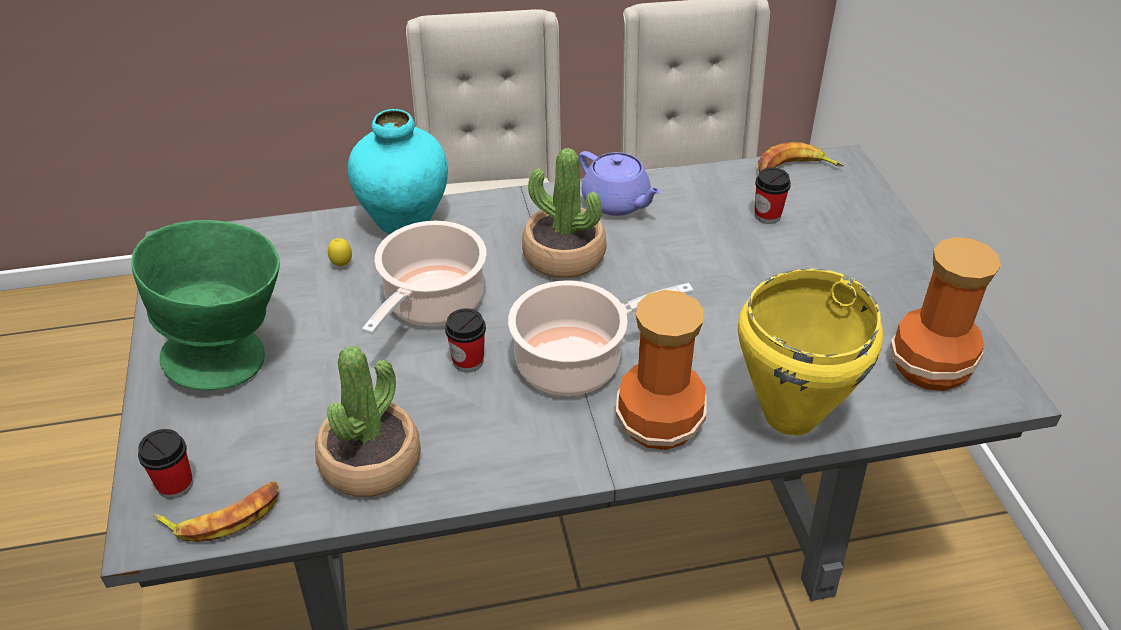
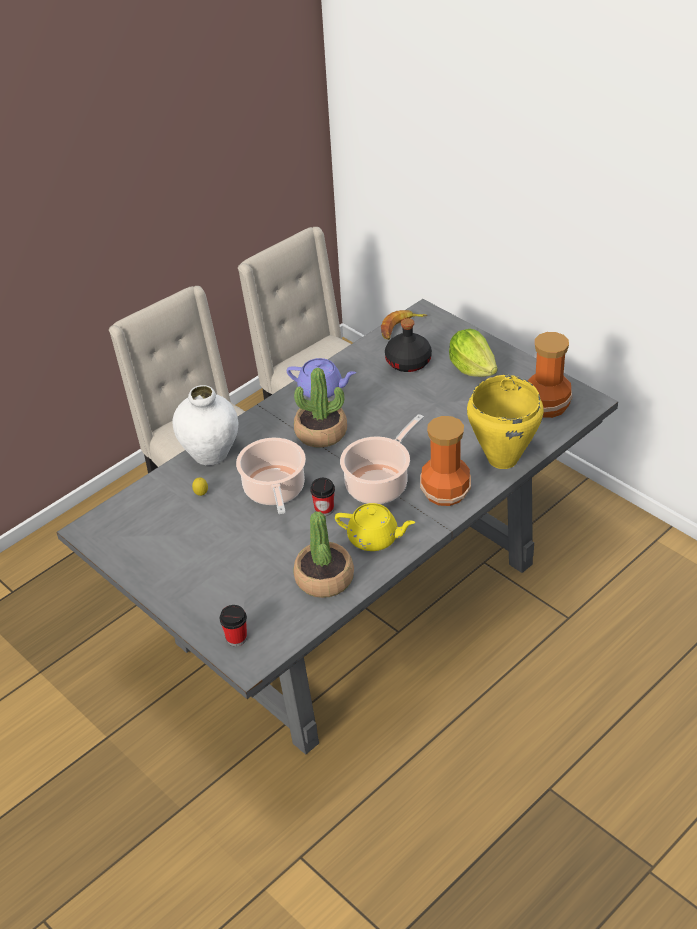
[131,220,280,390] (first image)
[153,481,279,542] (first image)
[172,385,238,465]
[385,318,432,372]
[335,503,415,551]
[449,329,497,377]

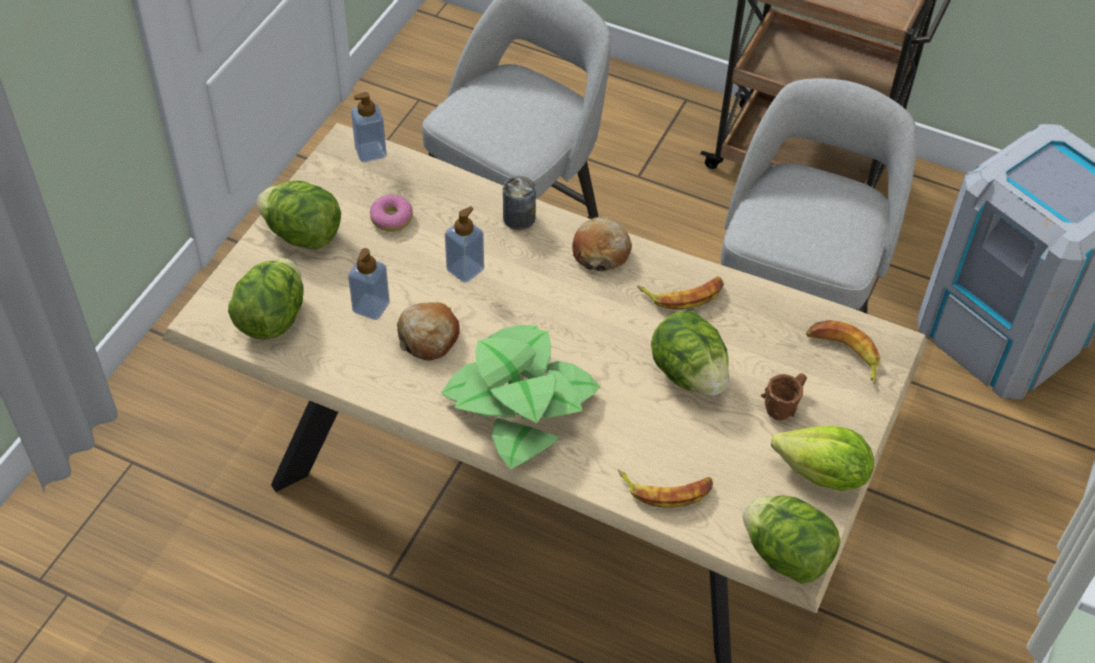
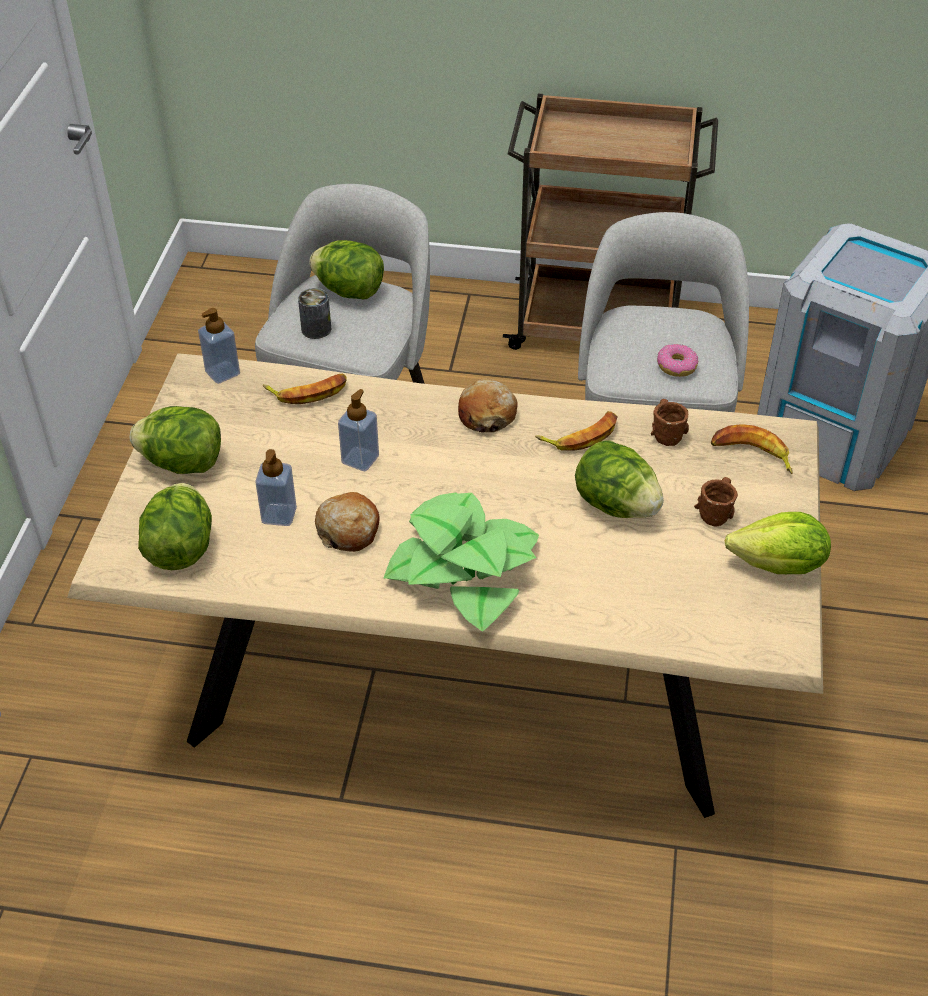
[657,344,698,377]
[298,288,331,339]
[263,374,347,404]
[309,240,384,299]
[651,399,689,446]

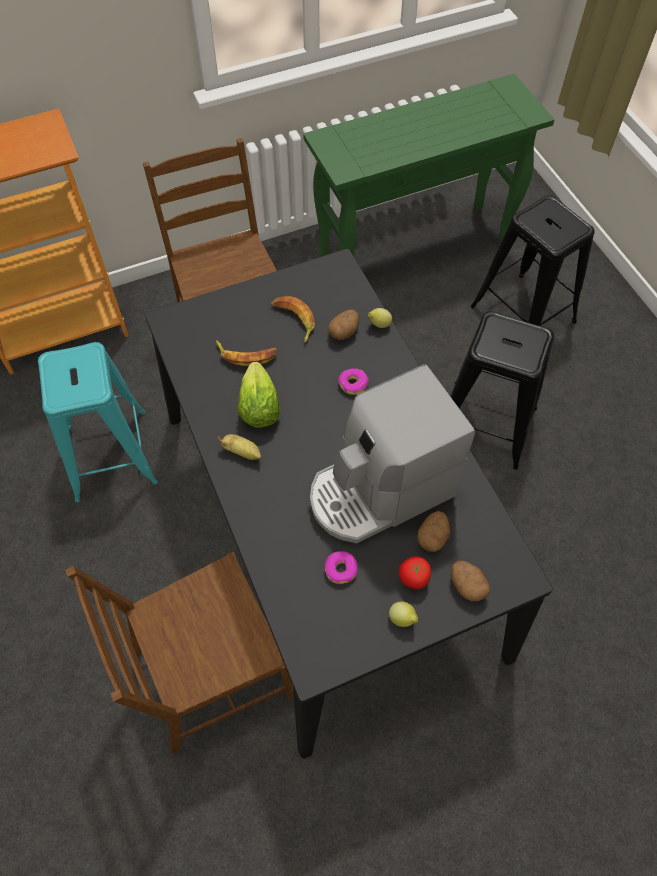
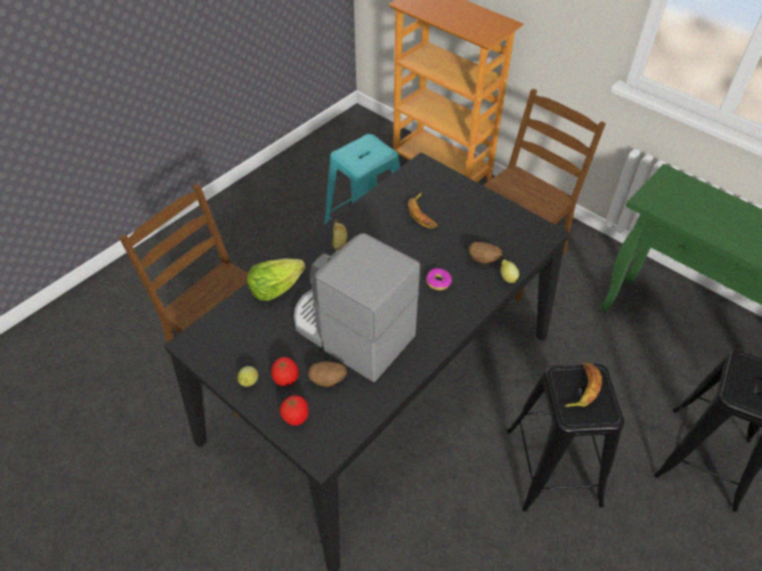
[247,258,306,301]
[565,363,602,407]
[325,551,358,584] (first image)
[280,395,309,426]

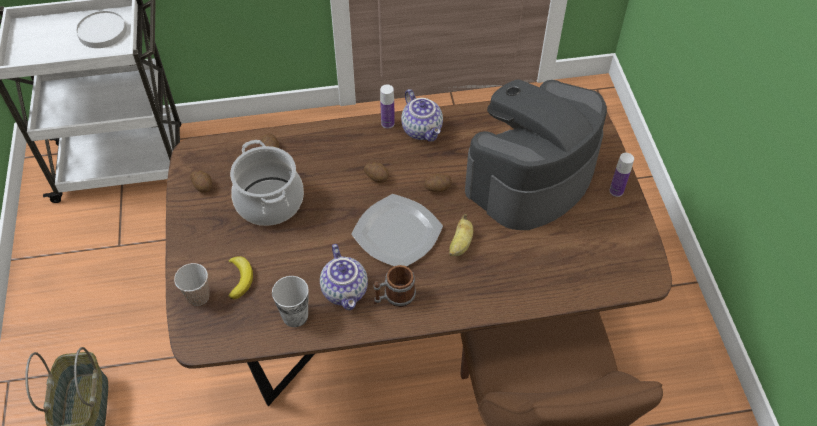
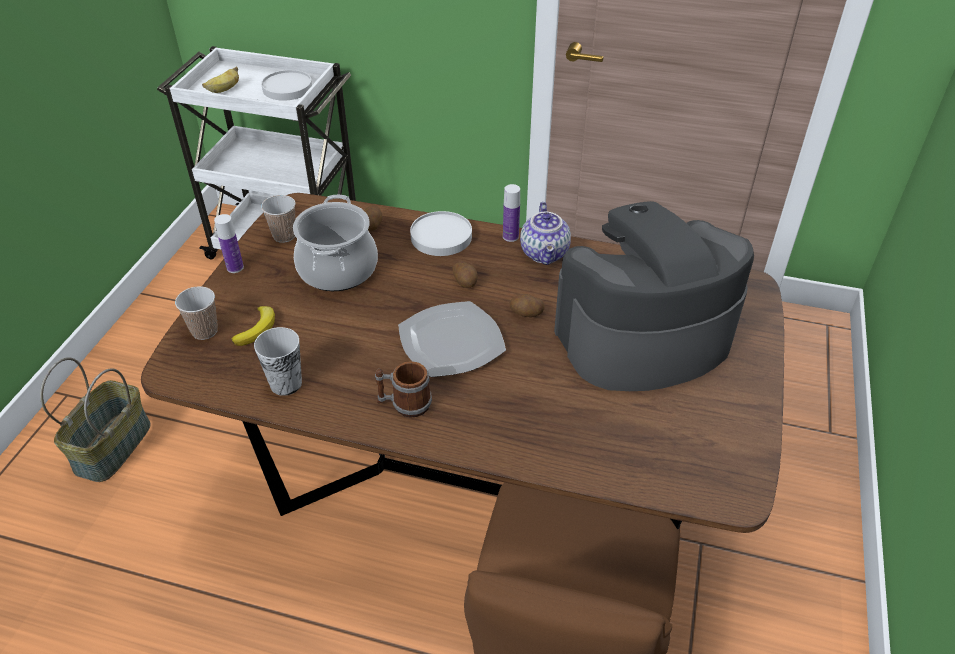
[261,195,296,243]
[320,244,368,310] (first image)
[202,66,239,93]
[214,214,244,273]
[410,211,472,256]

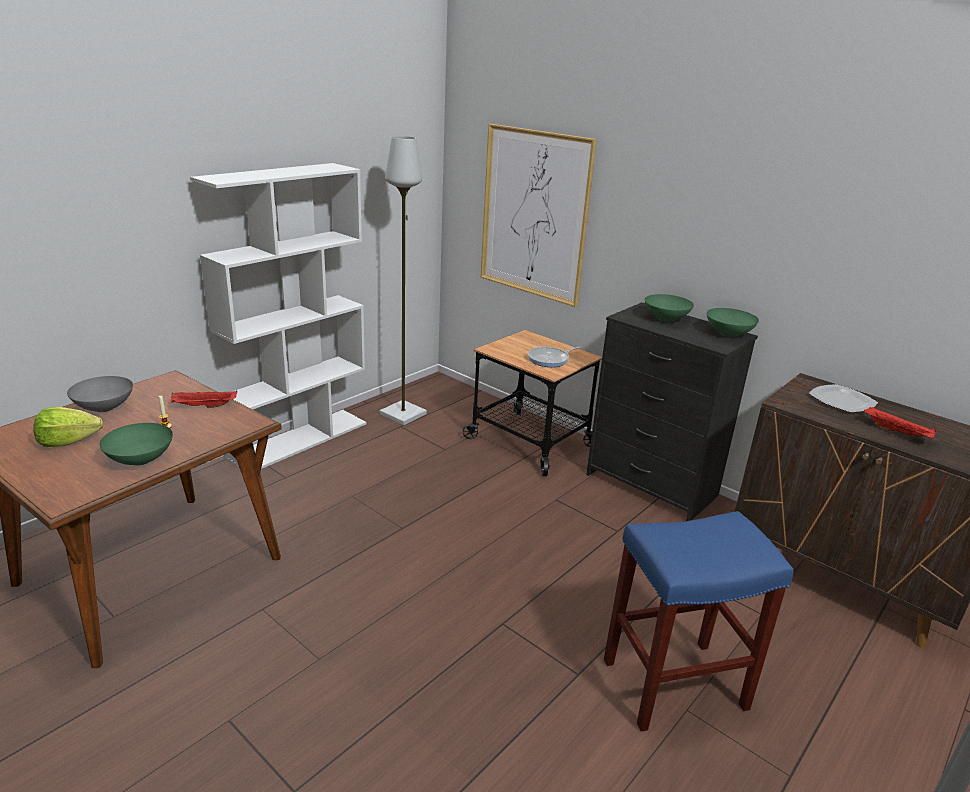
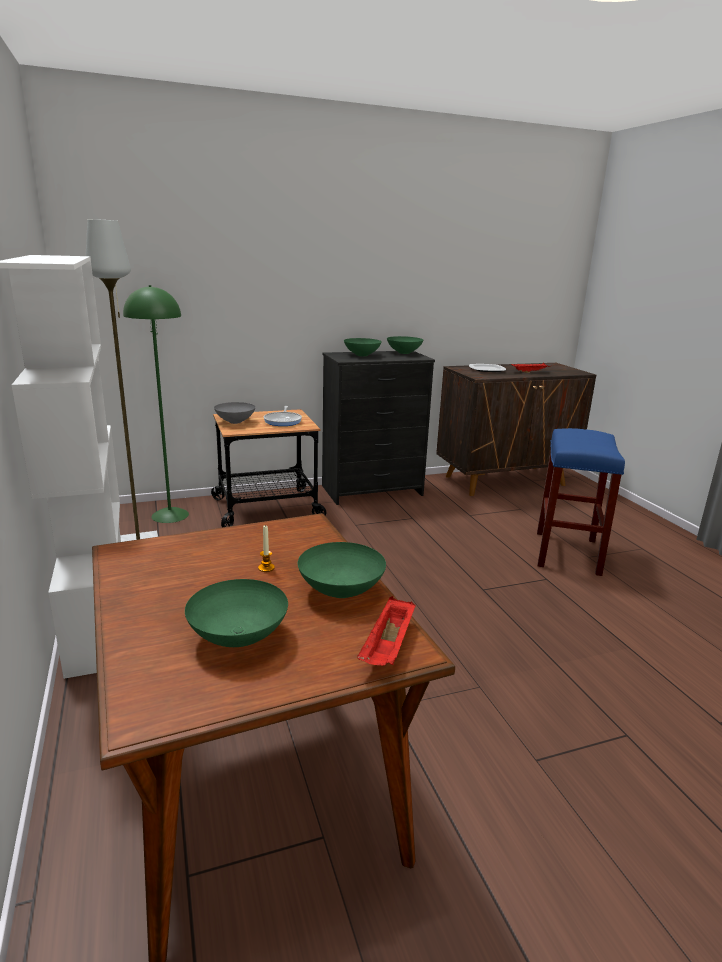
[185,579,288,647]
[214,402,255,424]
[357,596,416,666]
[481,124,597,307] (first image)
[123,285,189,523]

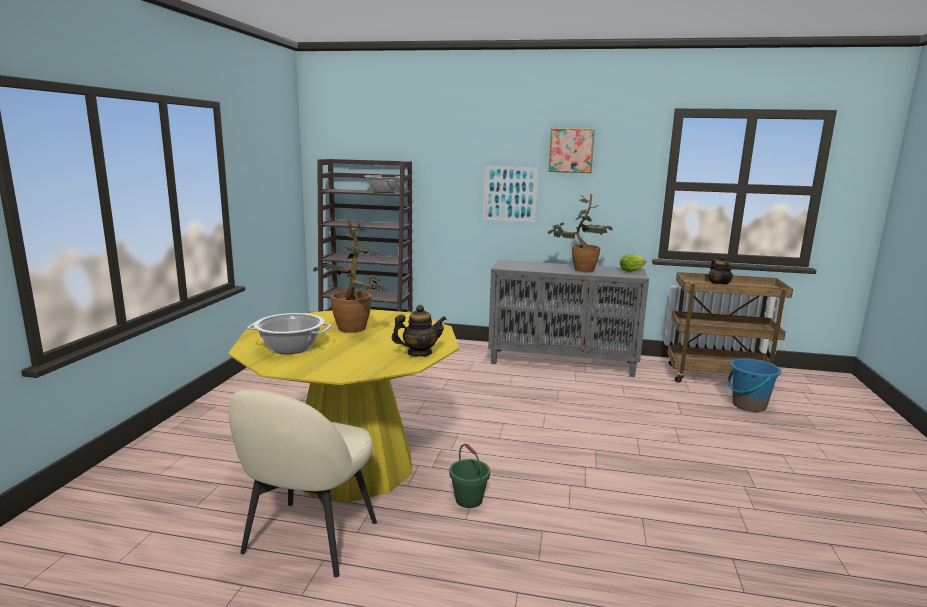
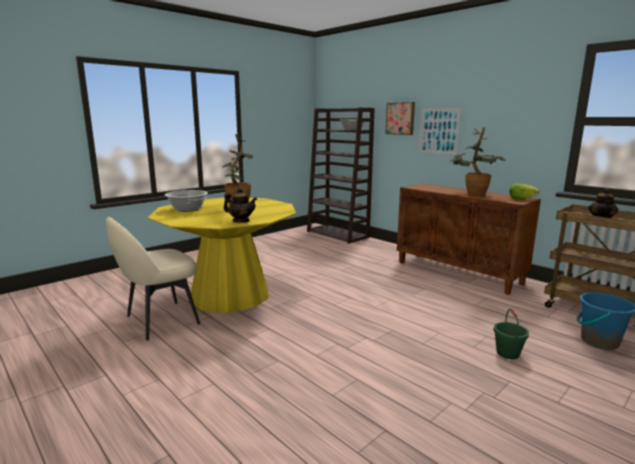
[494,309,529,359]
[397,184,541,295]
[385,102,415,135]

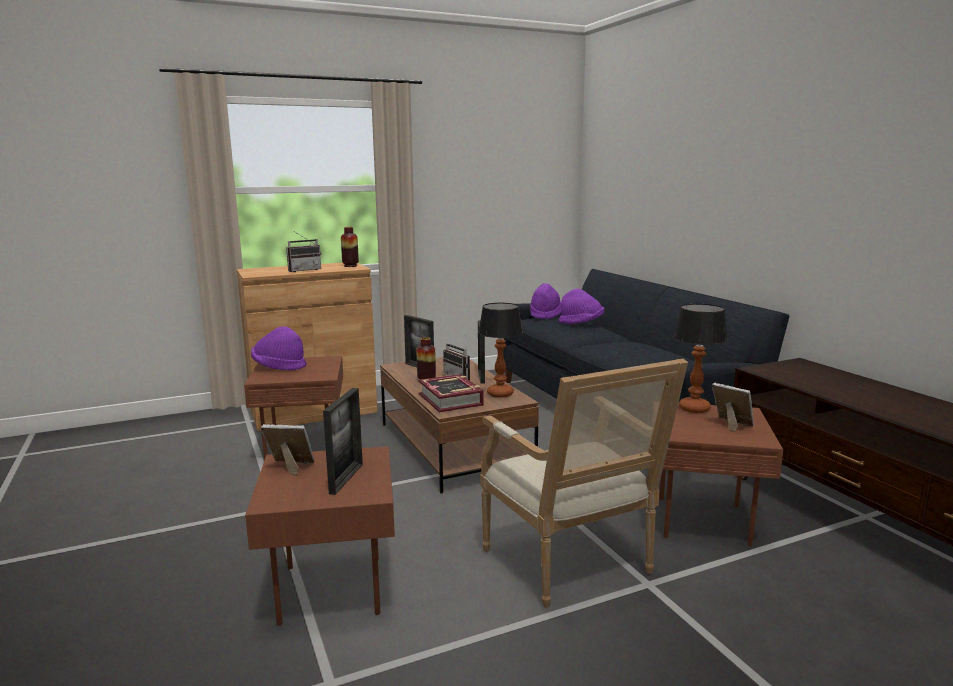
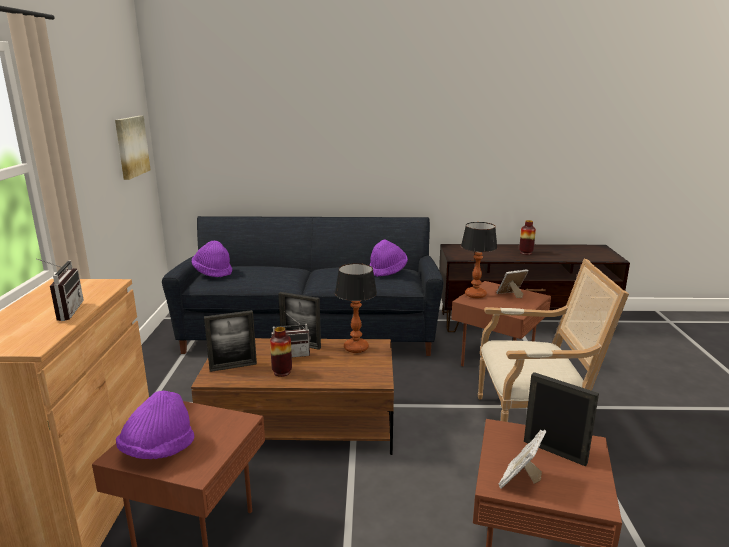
[519,220,536,255]
[418,374,484,413] (first image)
[370,240,408,277]
[115,116,151,180]

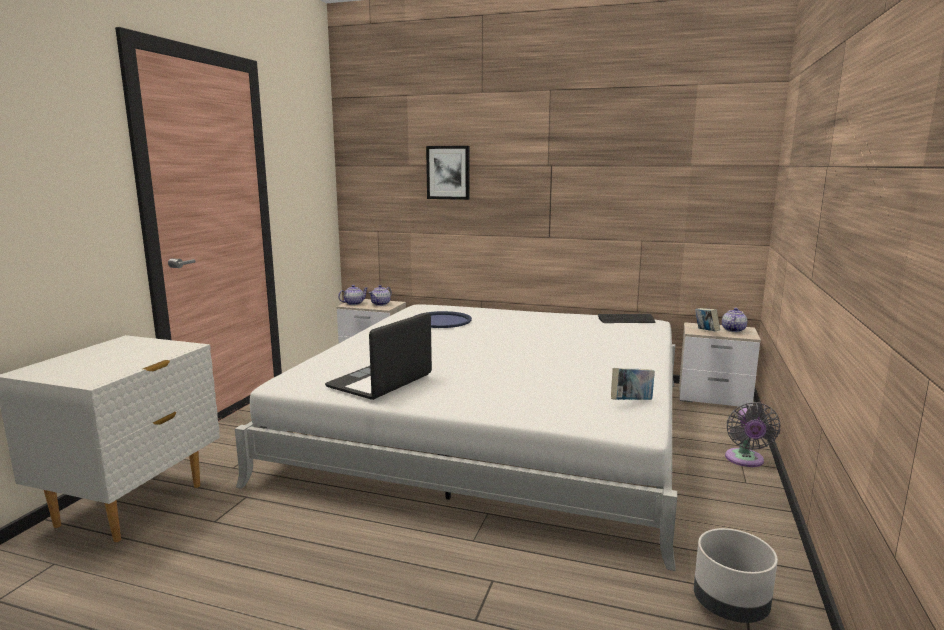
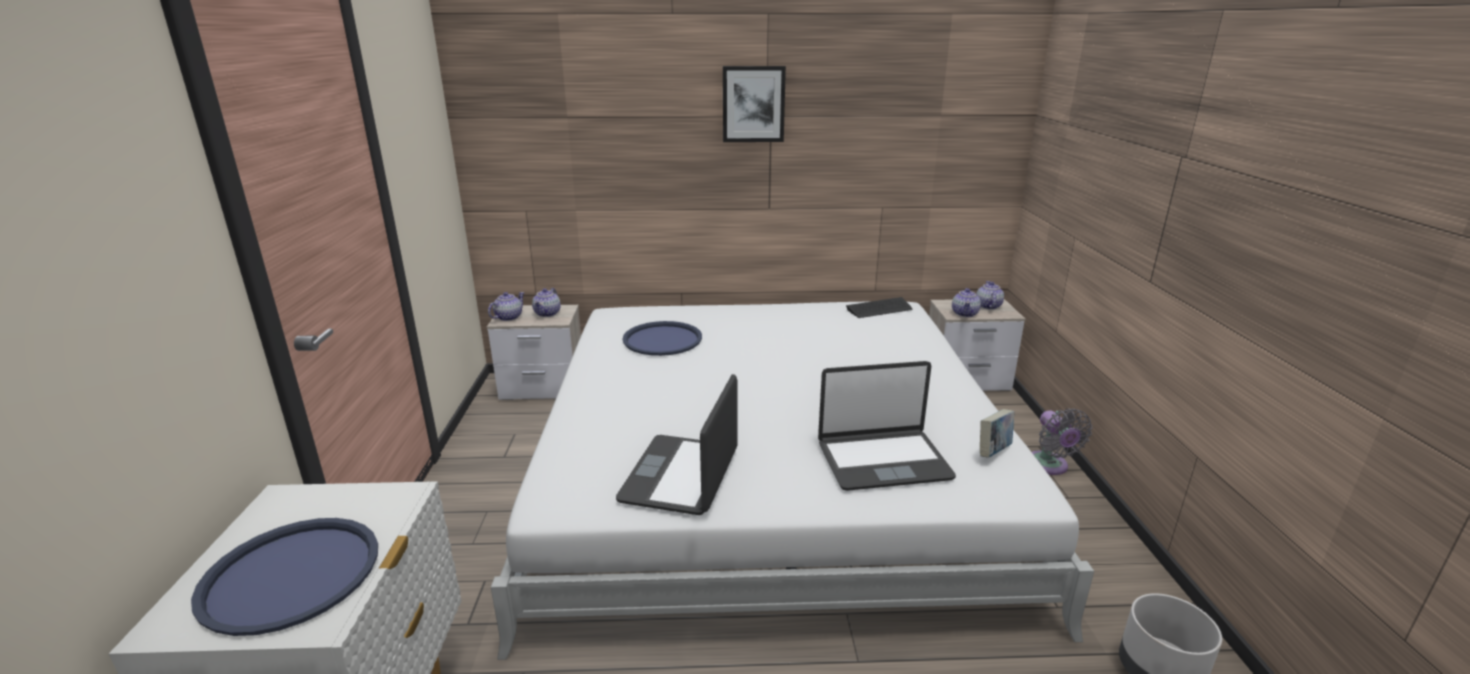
[723,66,786,142]
[952,288,981,317]
[191,518,378,636]
[818,361,956,491]

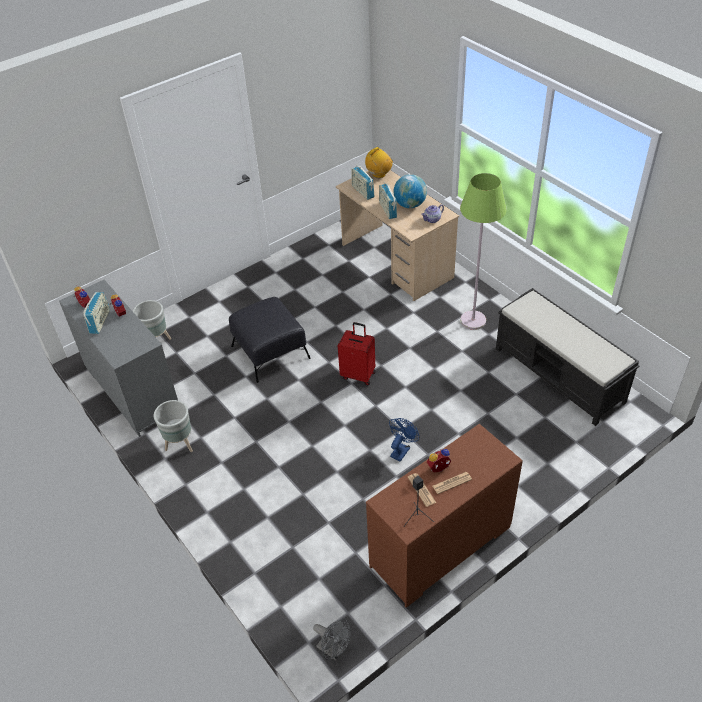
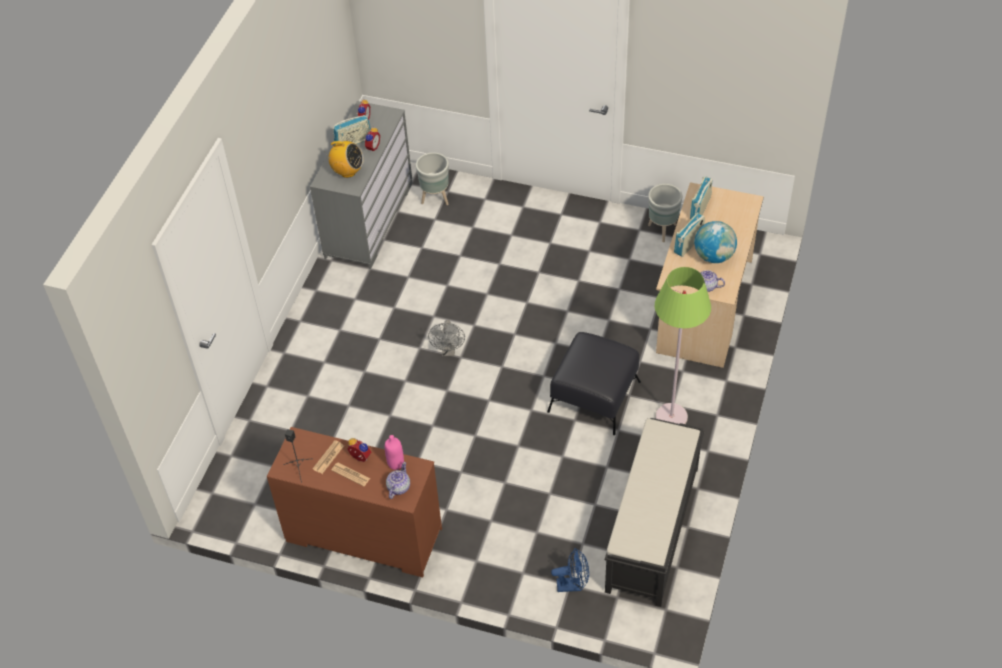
[648,184,683,242]
[547,332,641,435]
[428,320,465,356]
[338,322,376,385] (first image)
[325,141,364,178]
[551,548,589,592]
[385,435,404,470]
[386,462,410,499]

